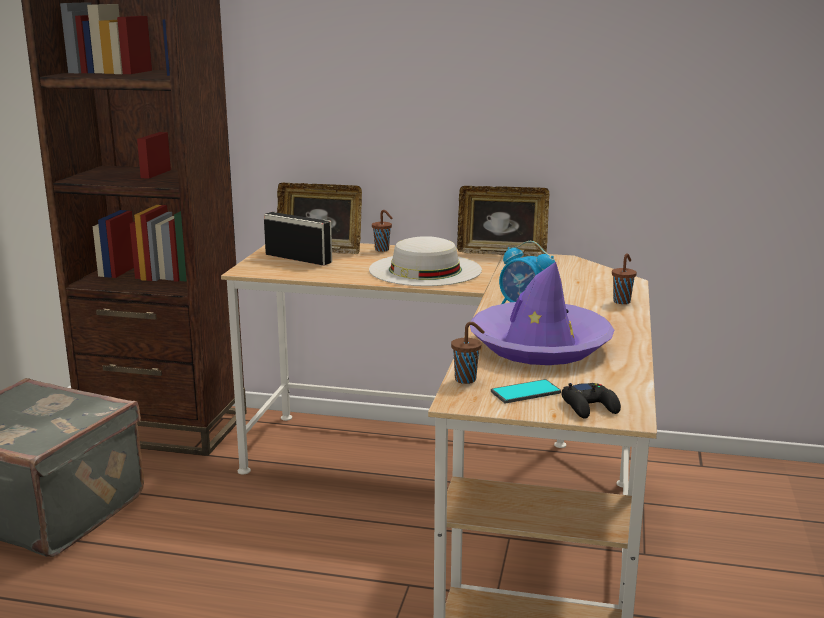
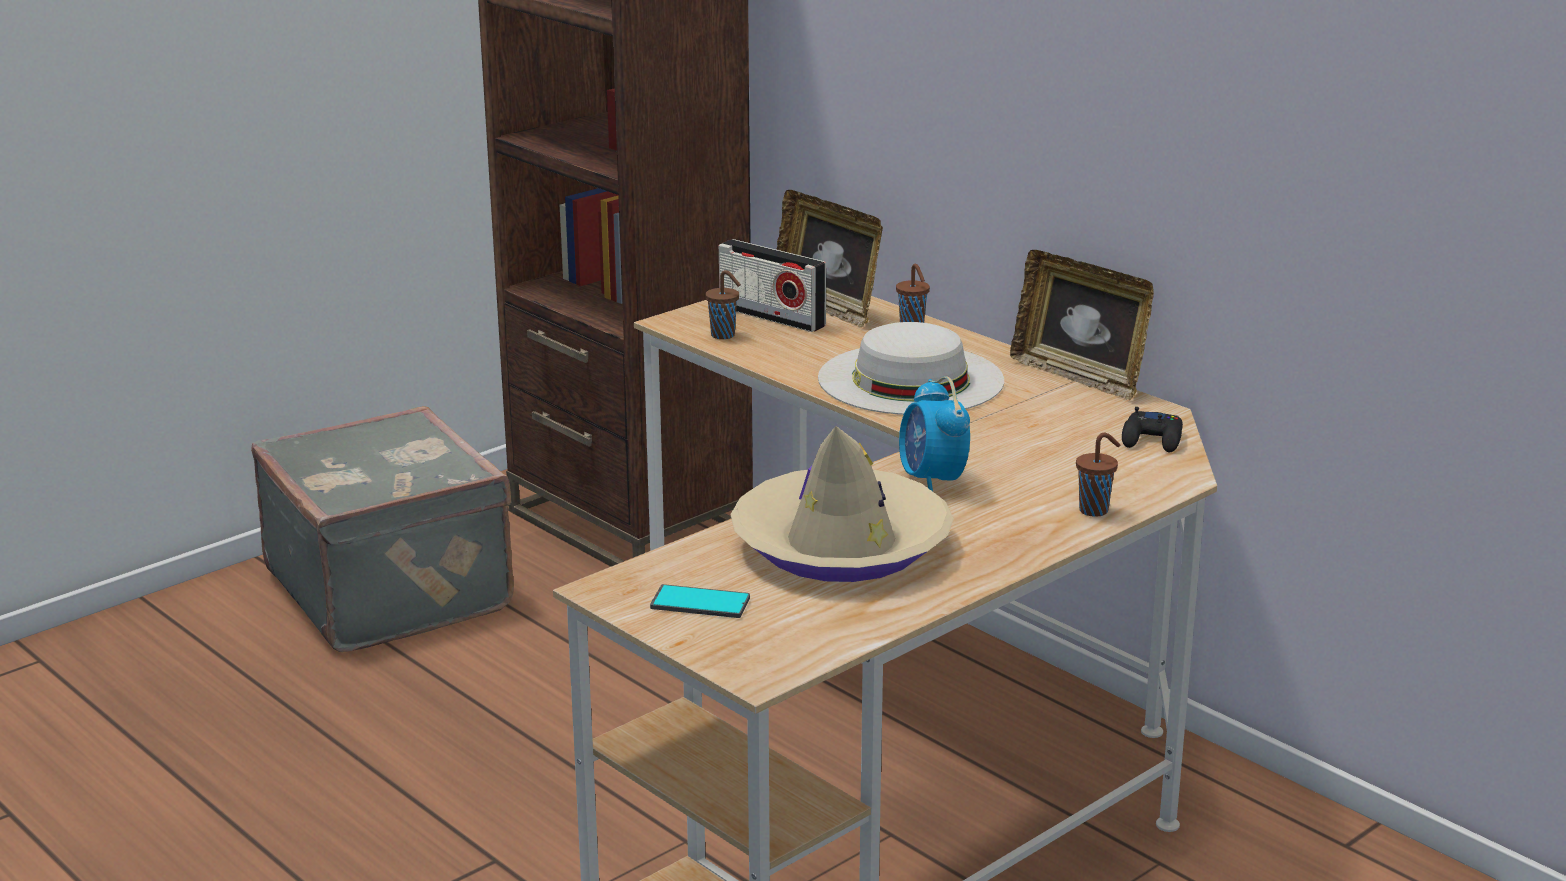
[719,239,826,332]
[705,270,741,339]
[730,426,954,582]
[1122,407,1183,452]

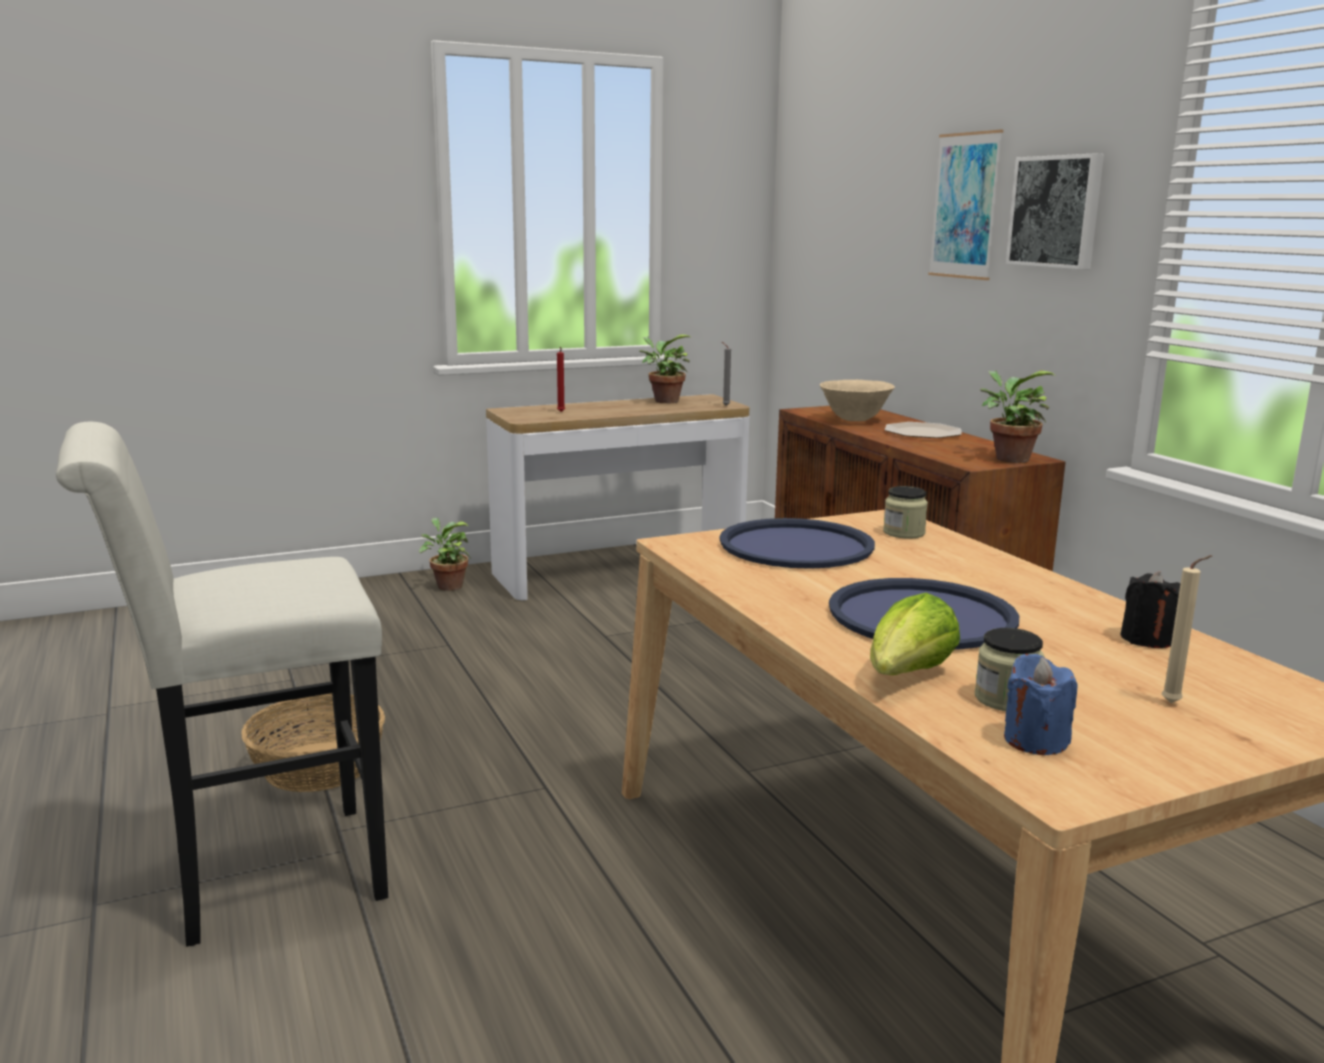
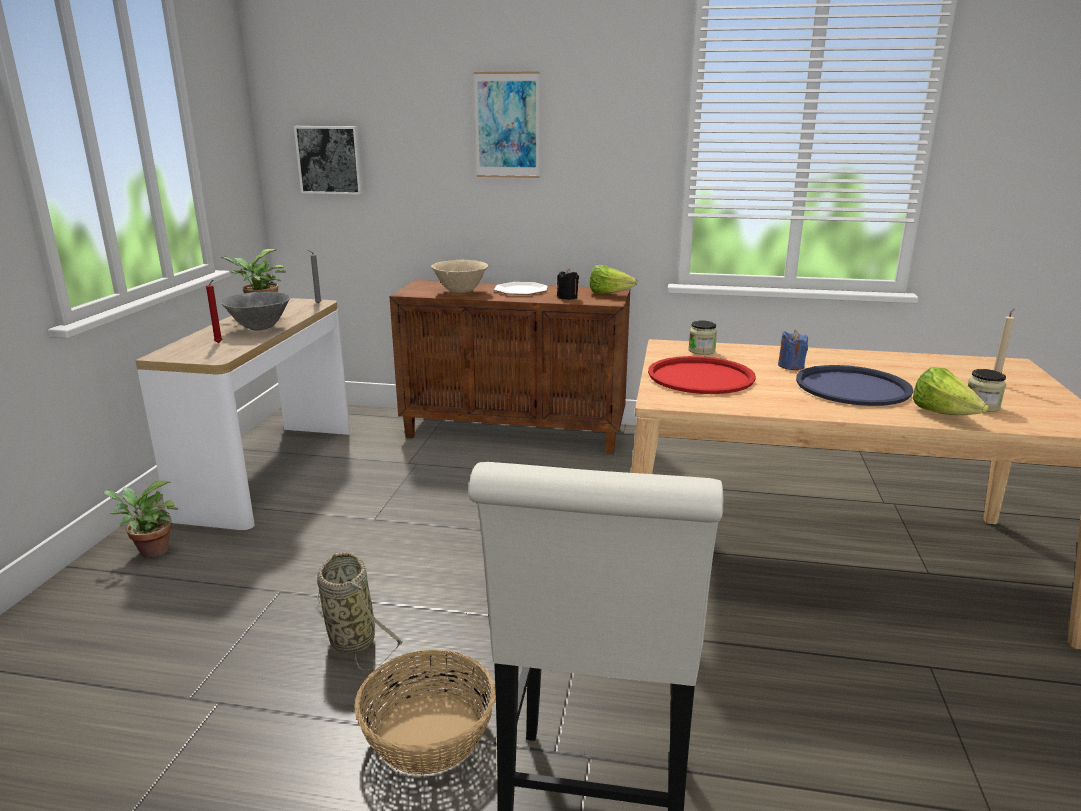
[648,356,756,394]
[590,265,638,294]
[778,330,808,370]
[294,126,364,195]
[557,269,579,300]
[221,291,290,331]
[317,552,404,671]

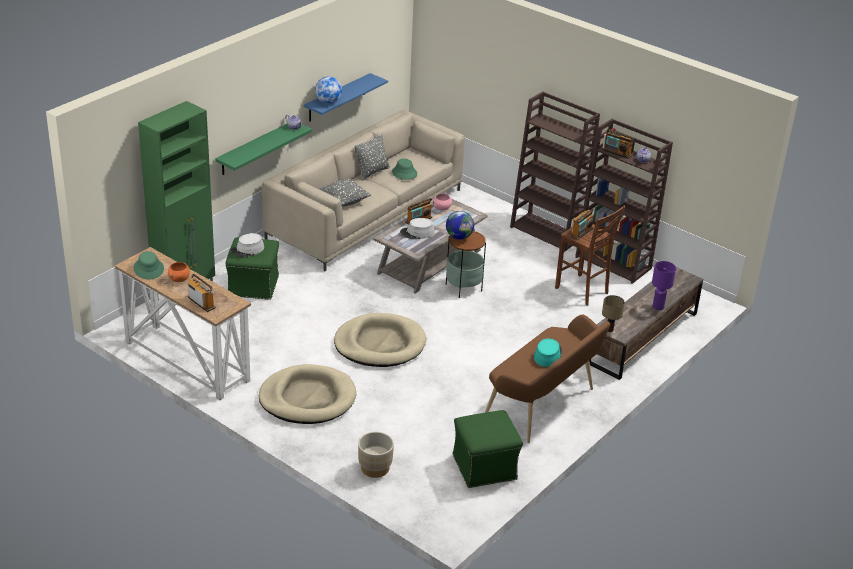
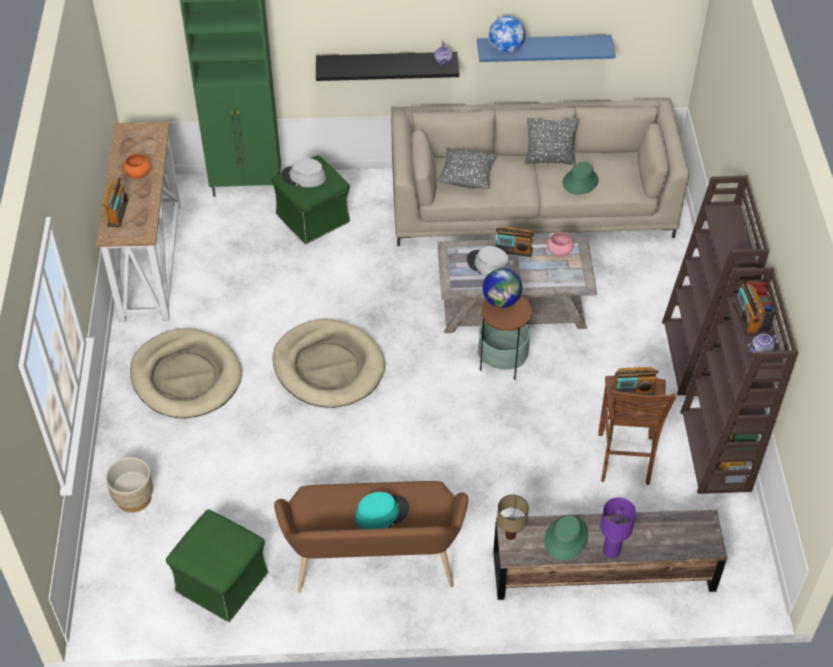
[544,515,589,560]
[316,52,459,81]

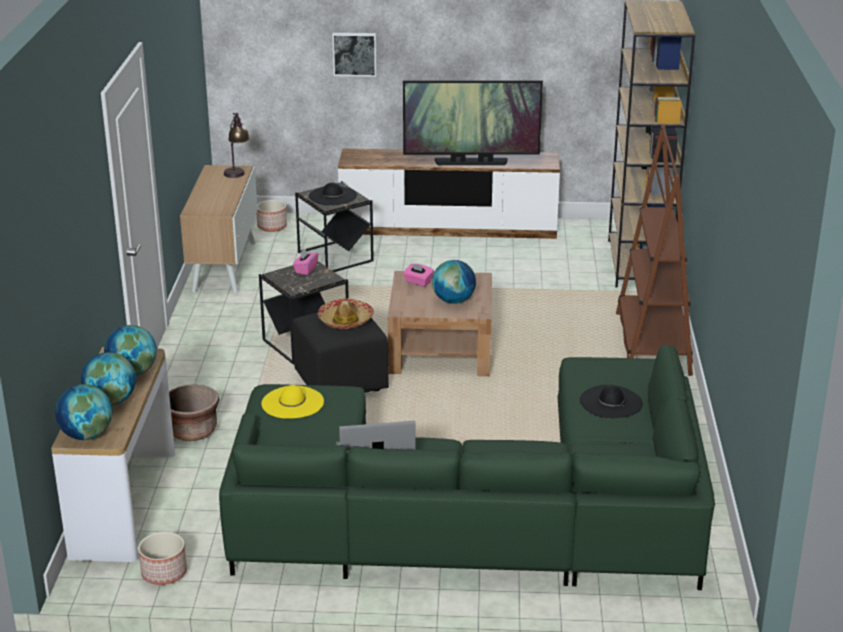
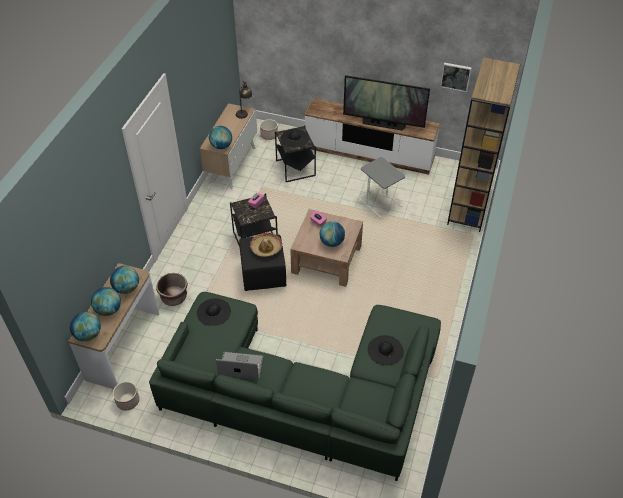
[197,298,231,326]
[440,63,472,92]
[616,125,693,376] (first image)
[209,126,232,149]
[359,157,405,219]

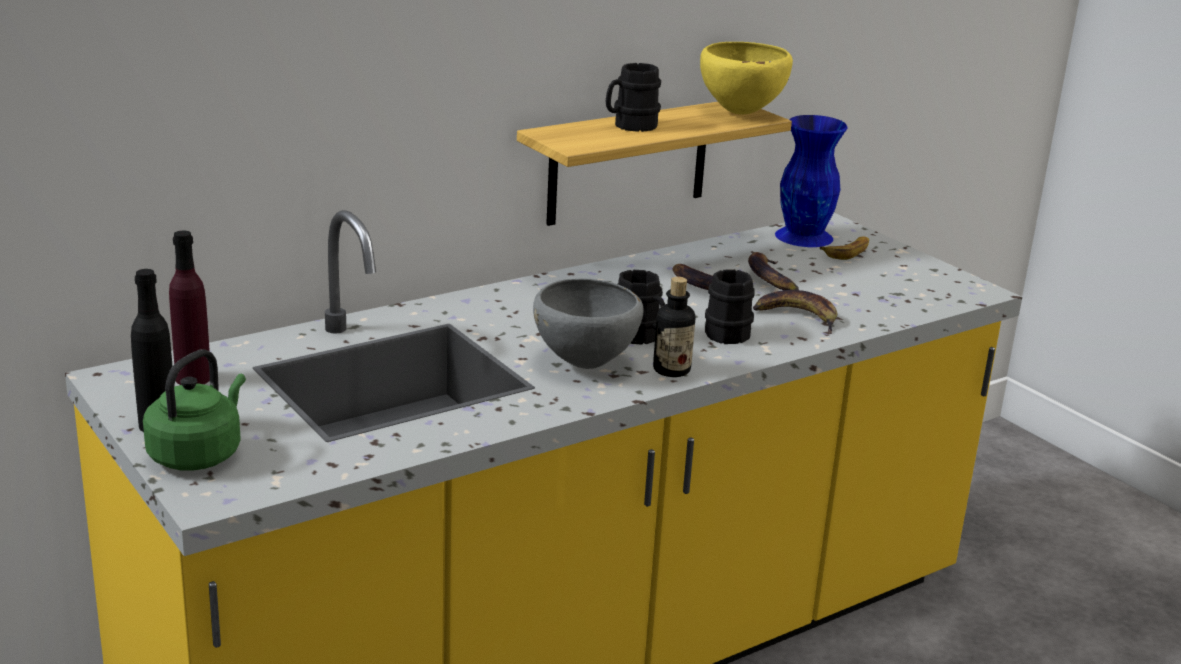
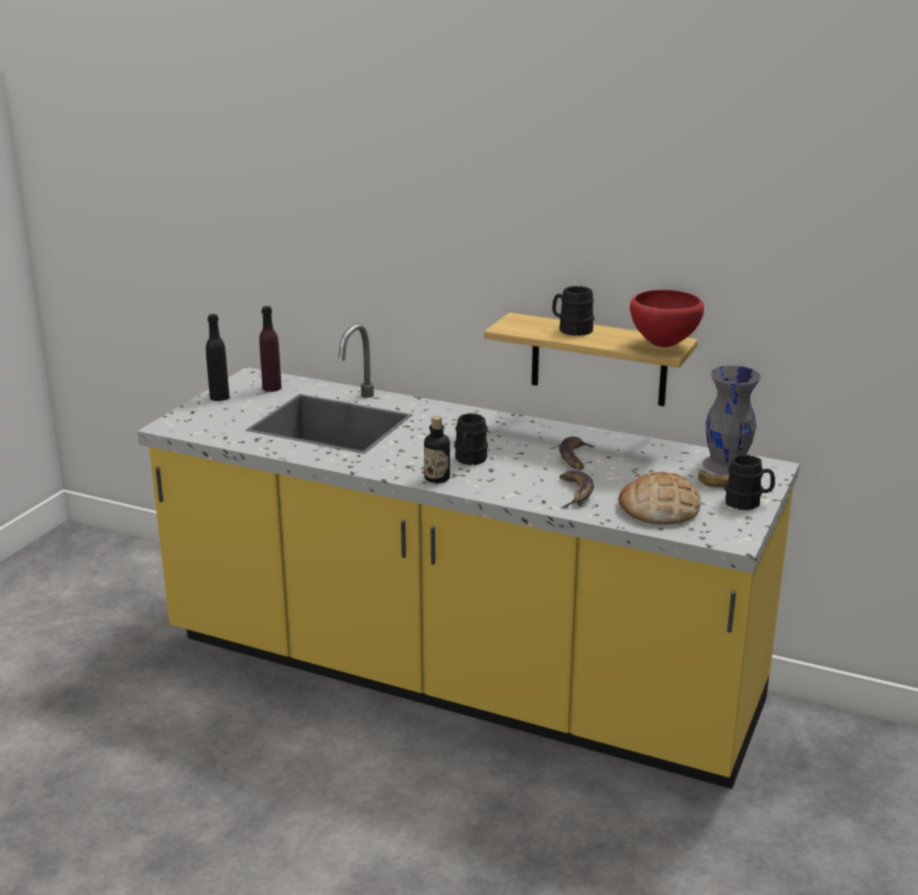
[143,349,246,471] (first image)
[533,278,644,369] (first image)
[630,290,704,347]
[725,455,775,510]
[748,252,799,290] (first image)
[702,366,761,475]
[619,471,701,524]

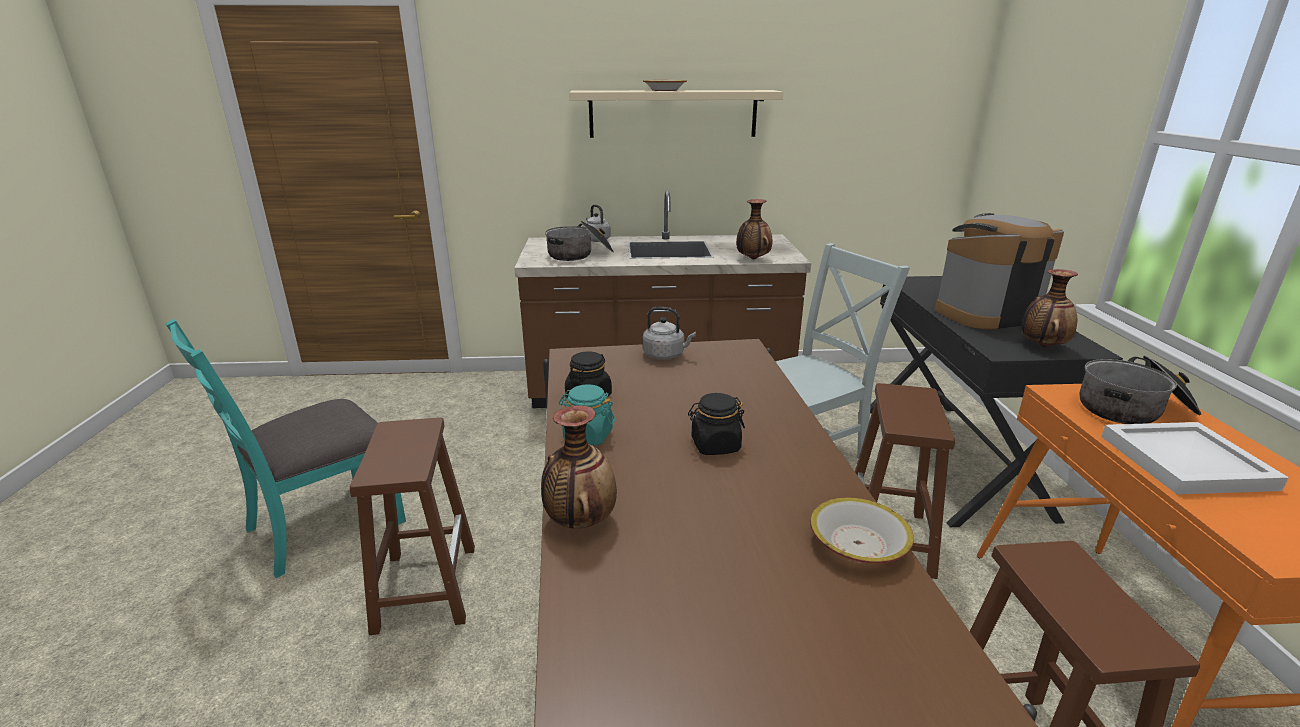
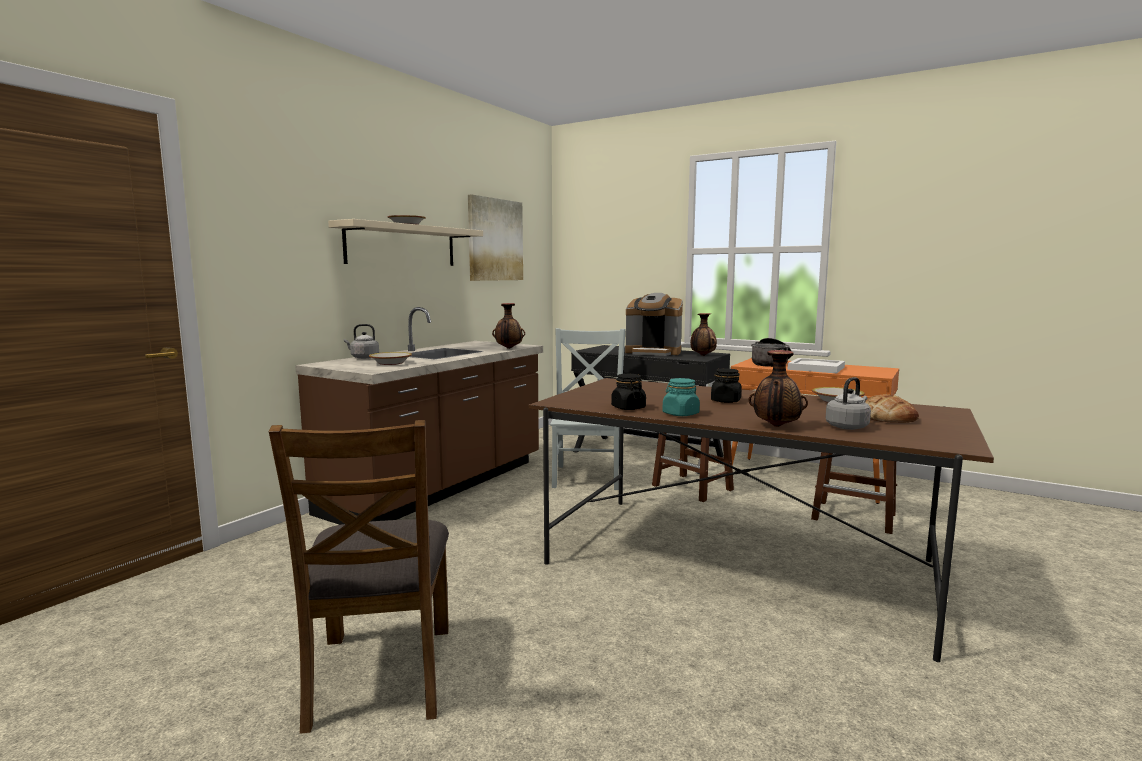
[269,420,449,734]
[350,417,475,635] (first image)
[369,352,412,365]
[826,377,871,430]
[625,293,683,356]
[468,194,523,281]
[865,394,919,423]

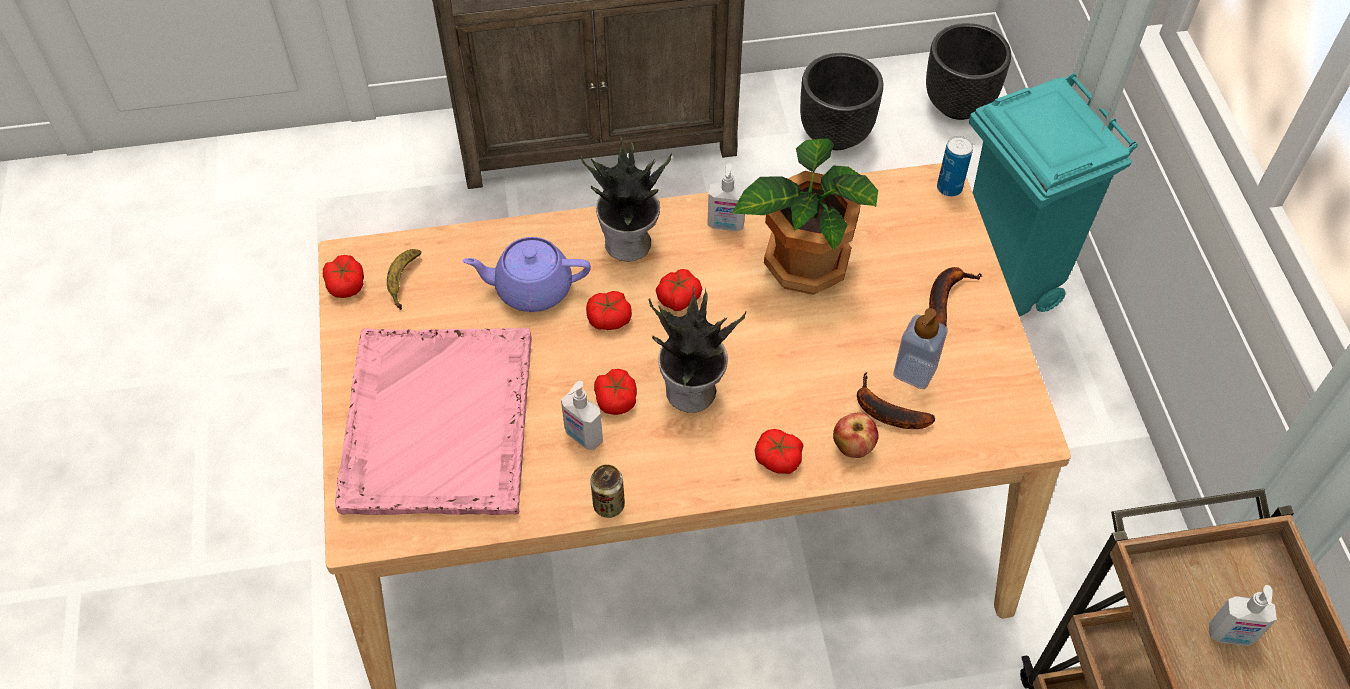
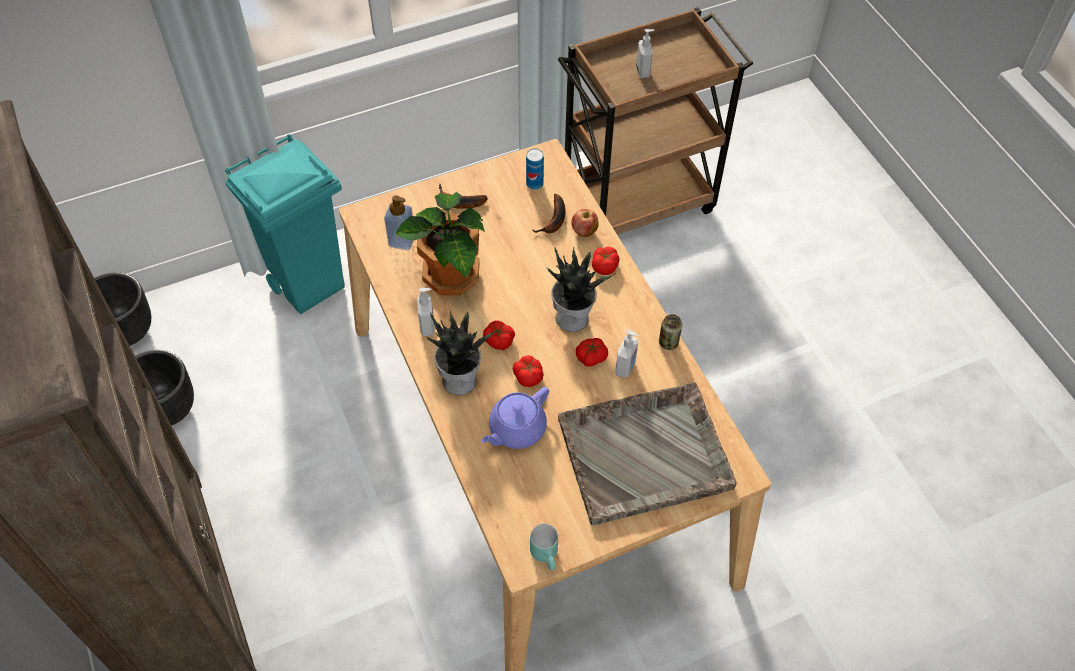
[530,524,558,570]
[558,382,737,525]
[387,249,422,310] (first image)
[481,387,549,449]
[384,195,413,250]
[526,148,544,190]

